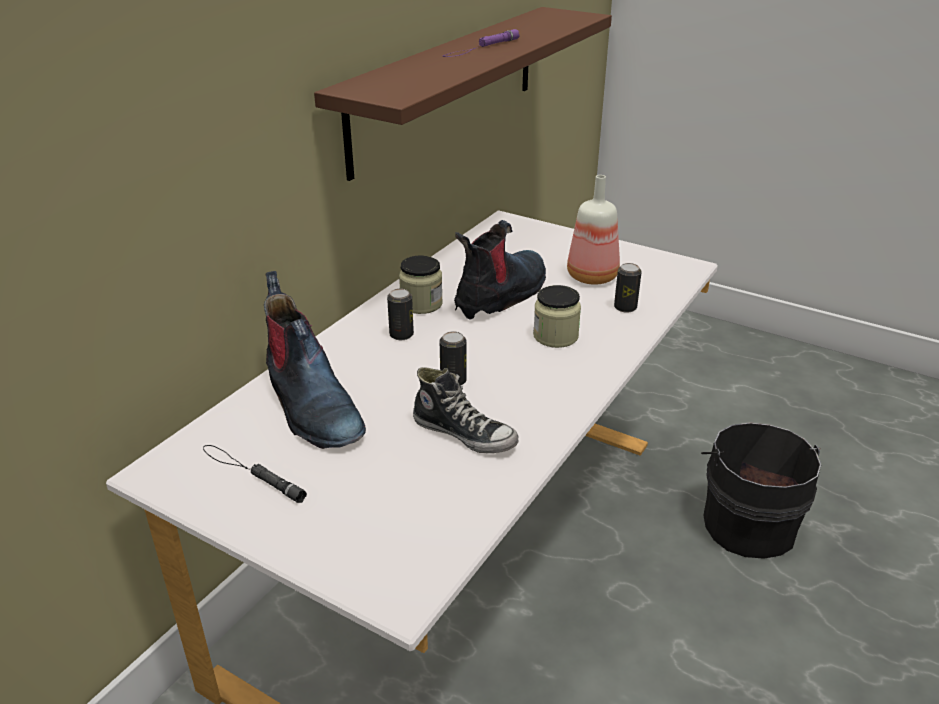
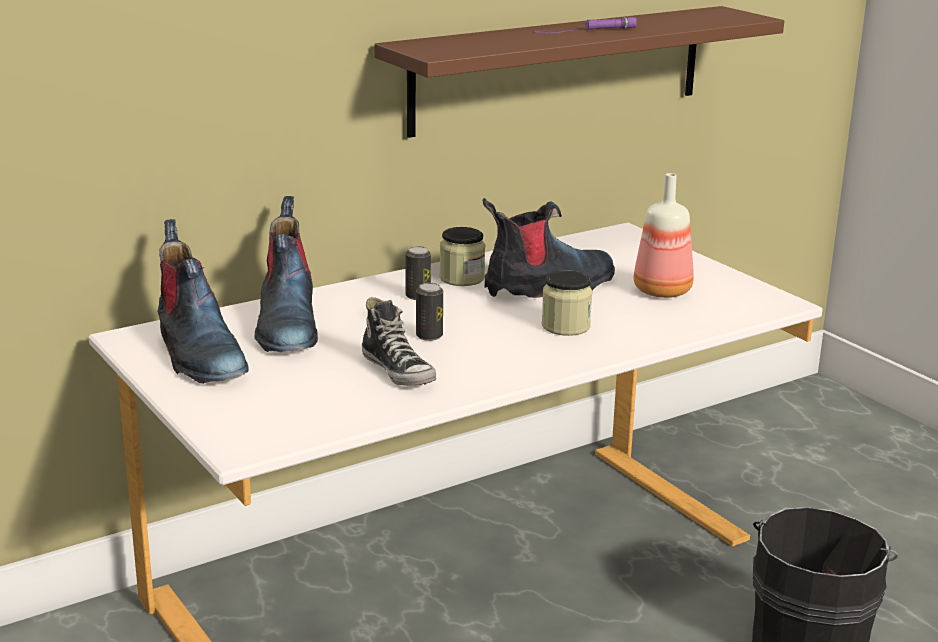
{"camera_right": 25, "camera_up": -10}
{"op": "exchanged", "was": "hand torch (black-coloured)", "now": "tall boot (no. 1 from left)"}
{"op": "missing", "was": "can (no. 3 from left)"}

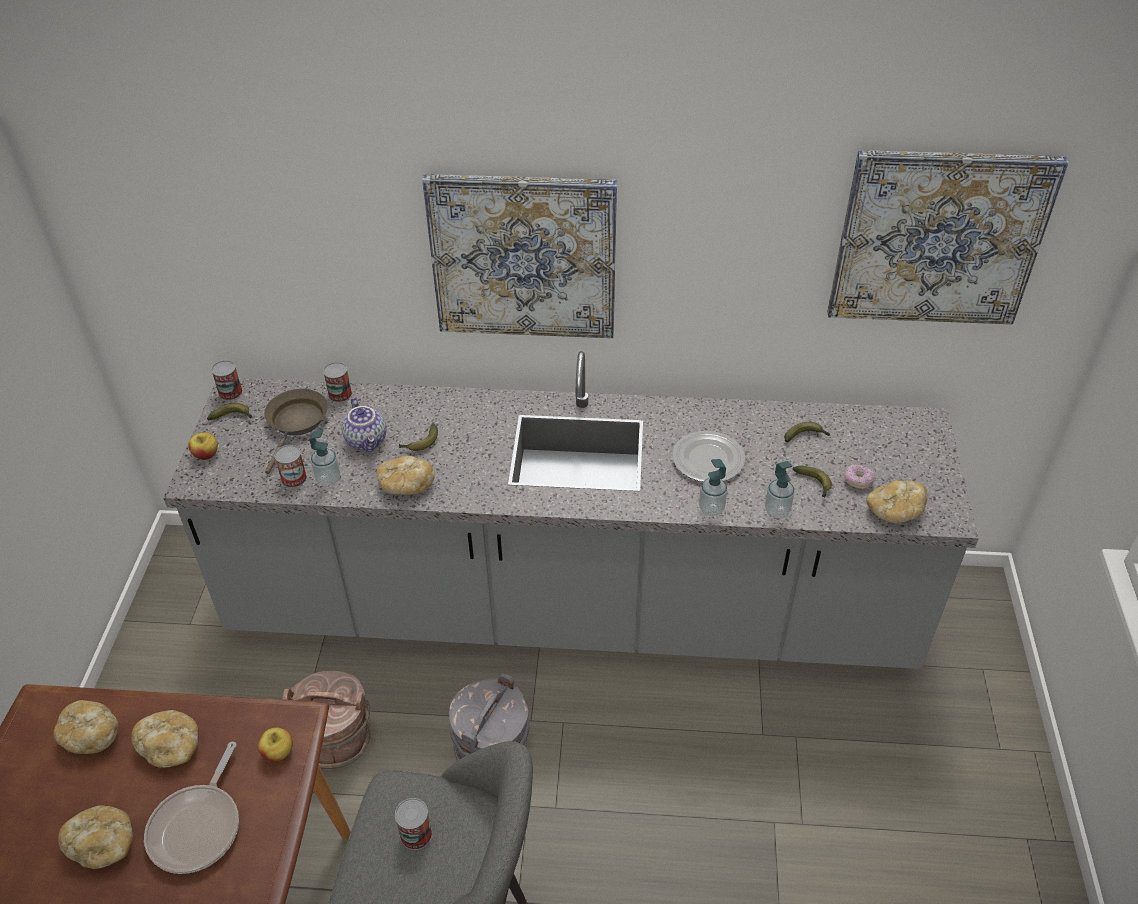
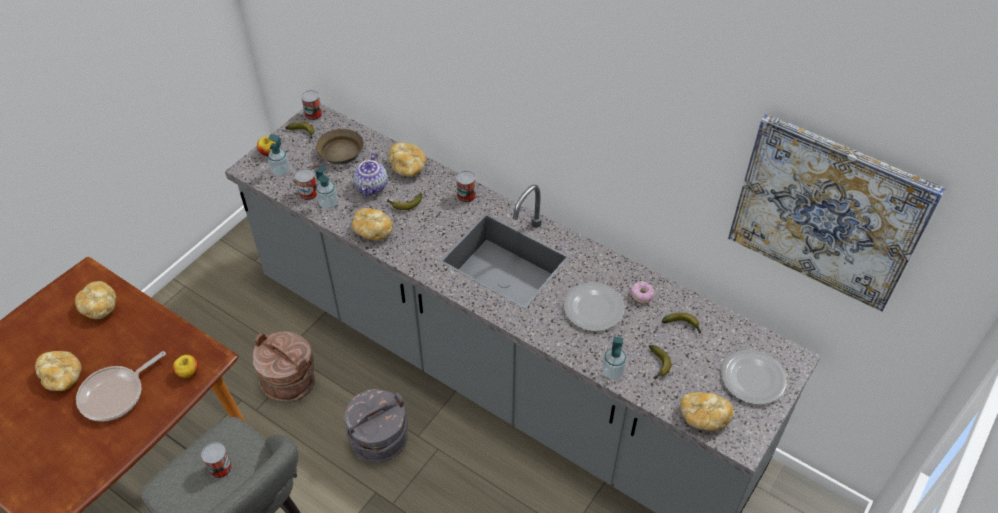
{"camera_right": 30, "camera_up": 5}
{"op": "relocated", "was": "bakery bread (no. 3 from left in the first image)", "now": "bakery bread (no. 4 from left)"}
{"op": "relocated", "was": "can (no. 3 from left in the first image)", "now": "can (no. 4 from left)"}
{"op": "missing", "was": "picture (no. 1 from left)"}
{"op": "relocated", "was": "liquid soap bottle (no. 2 from left in the first image)", "now": "liquid soap bottle (no. 1 from left)"}
{"op": "relocated", "was": "ring doughnut"}
{"op": "appeared", "now": "flat dish (no. 2 from left)"}

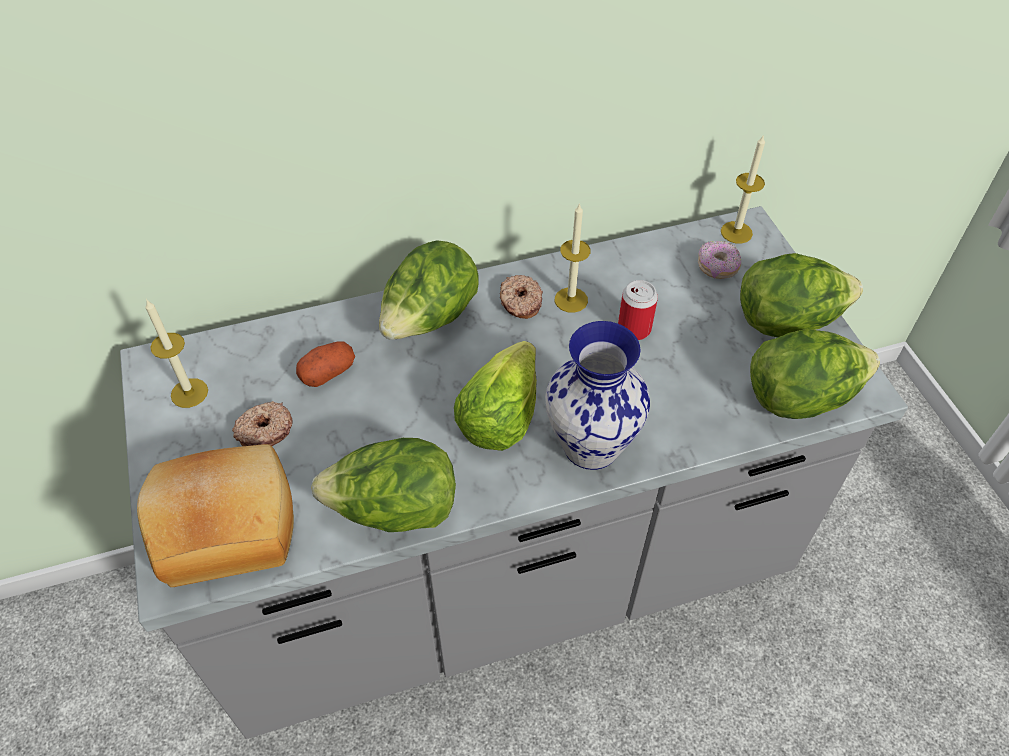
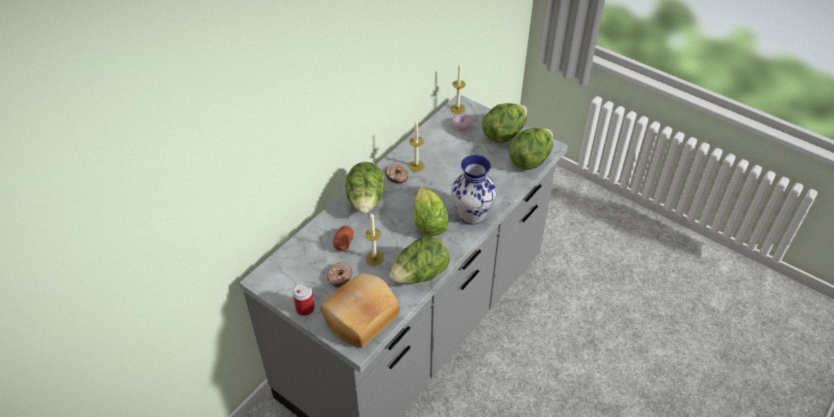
{"camera_right": -35, "camera_up": -5}
{"op": "relocated", "was": "candle (no. 1 from left)"}
{"op": "relocated", "was": "can"}

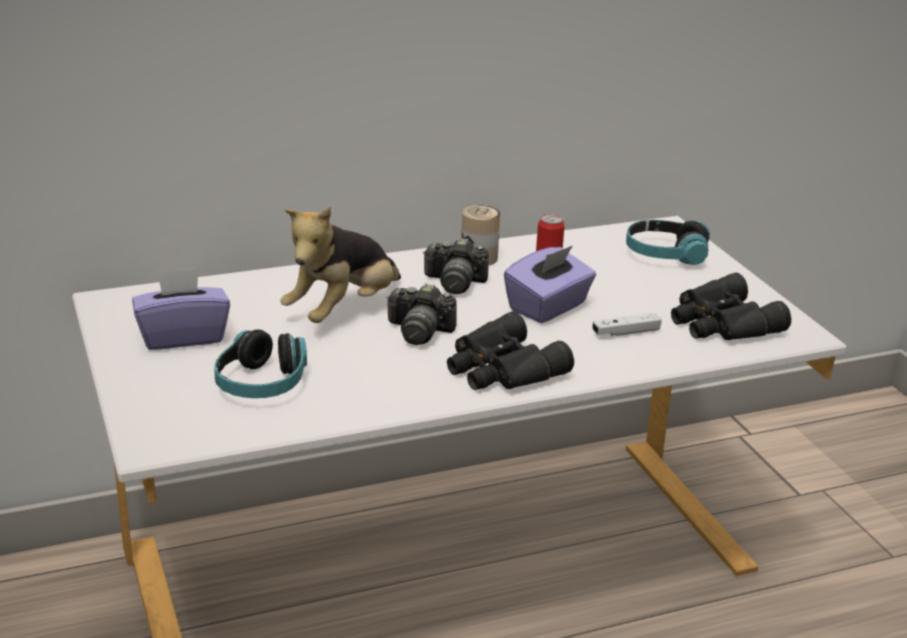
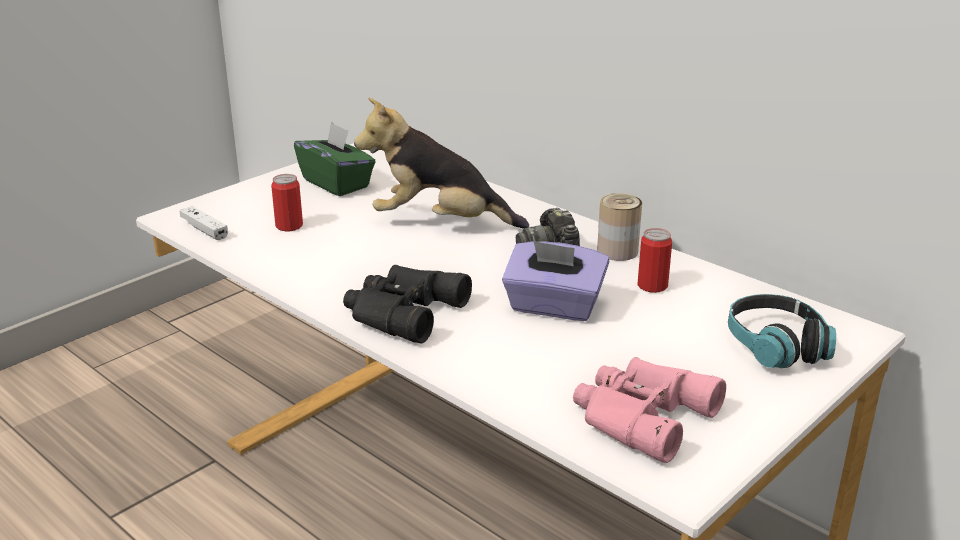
{"camera_right": 65, "camera_up": 0}
{"op": "colour", "was": "tissue holder (purplish) (no. 1 from left)", "now": "tissue holder (green-coloured)"}
{"op": "exchanged", "was": "pair of headphones (no. 1 from left)", "now": "can (no. 1 from left)"}
{"op": "missing", "was": "photo camera (no. 1 from left)"}
{"op": "relocated", "was": "game controller (white-coloured)"}
{"op": "colour", "was": "field glasses (black-coloured) (no. 2 from left)", "now": "field glasses (pink)"}

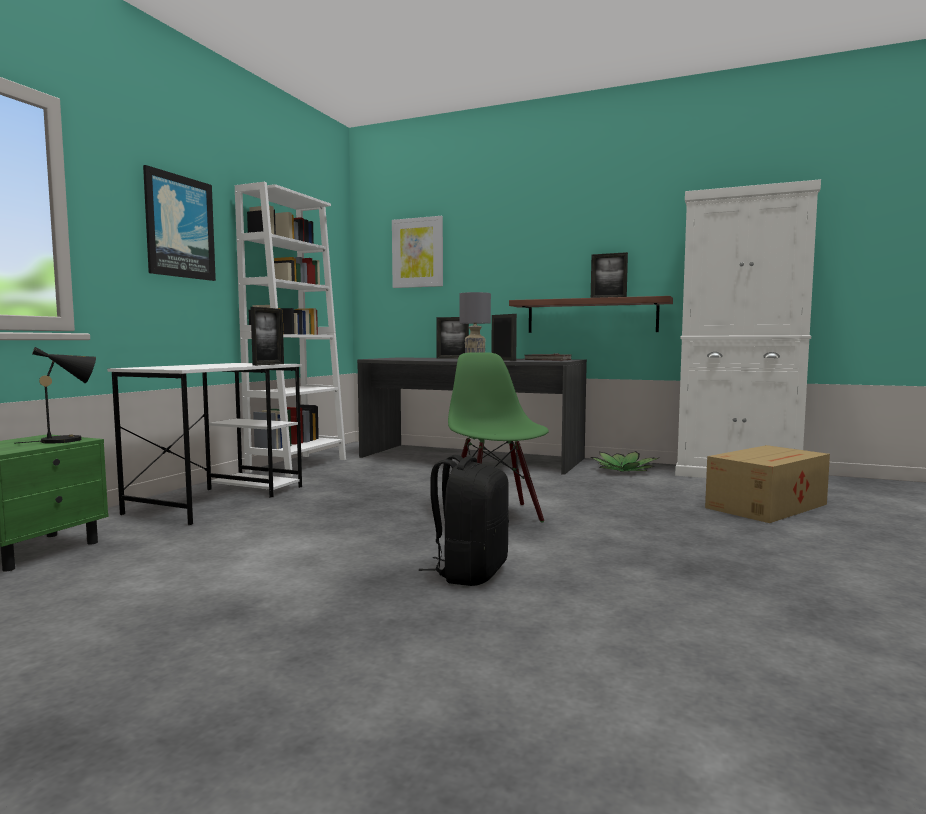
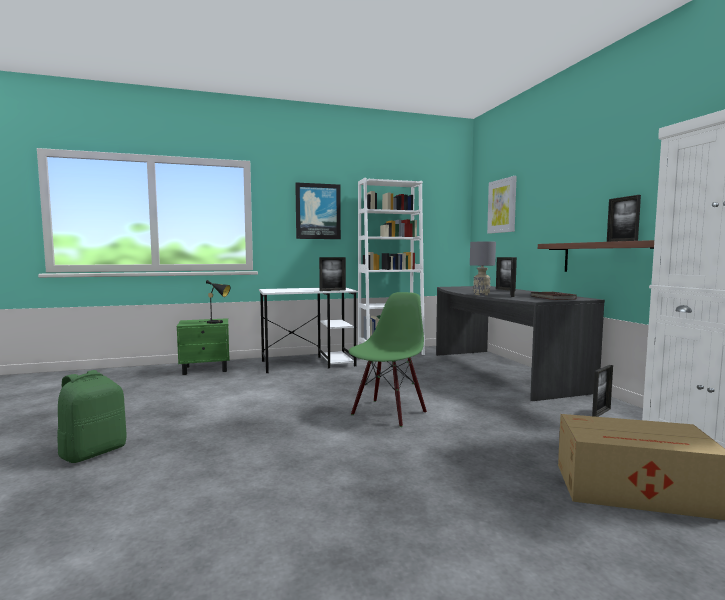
{"camera_right": 50, "camera_up": 0}
{"op": "missing", "was": "backpack (black-coloured)"}
{"op": "exchanged", "was": "houseplant", "now": "standing frame (no. 4 from left)"}
{"op": "appeared", "now": "backpack (green-coloured)"}

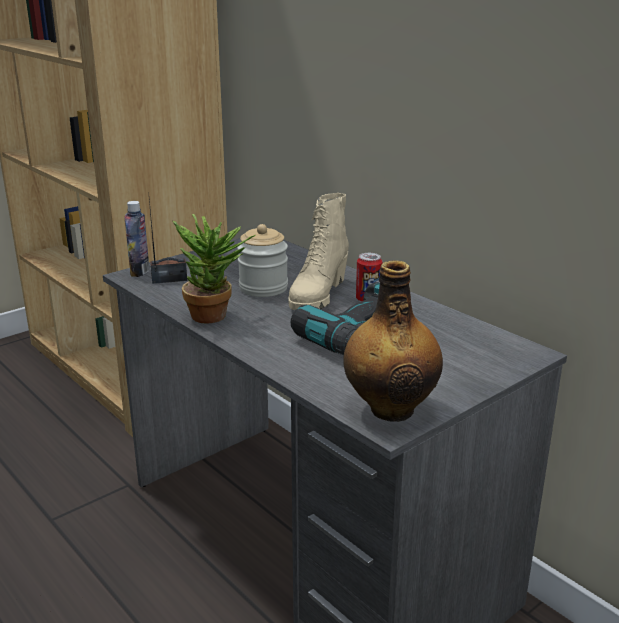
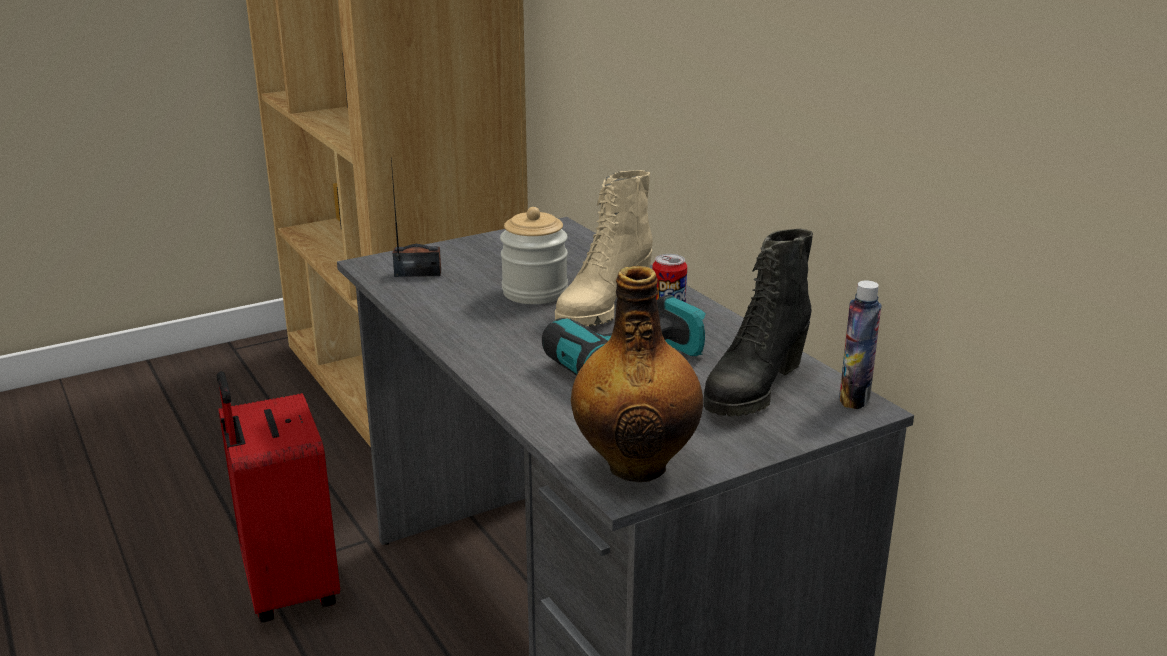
{"camera_right": 10, "camera_up": 0}
{"op": "relocated", "was": "drink bottle (no. 1 from left in the first image)", "now": "drink bottle (no. 2 from left)"}
{"op": "missing", "was": "houseplant"}
{"op": "appeared", "now": "travel case (reddish)"}
{"op": "appeared", "now": "tall boot (black-coloured)"}

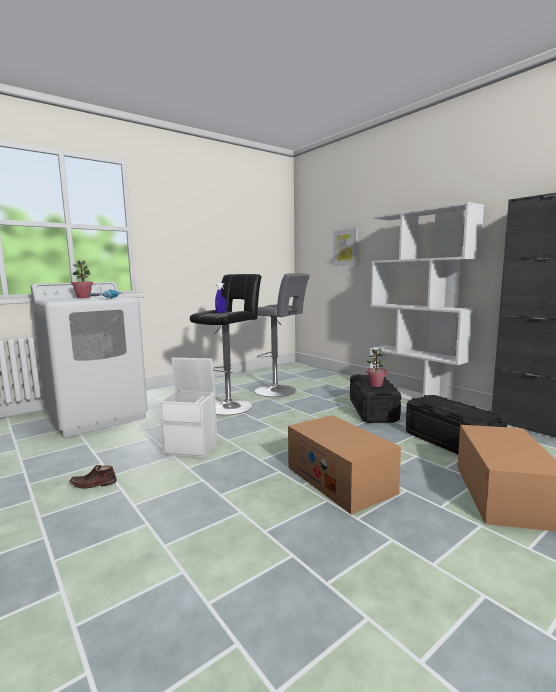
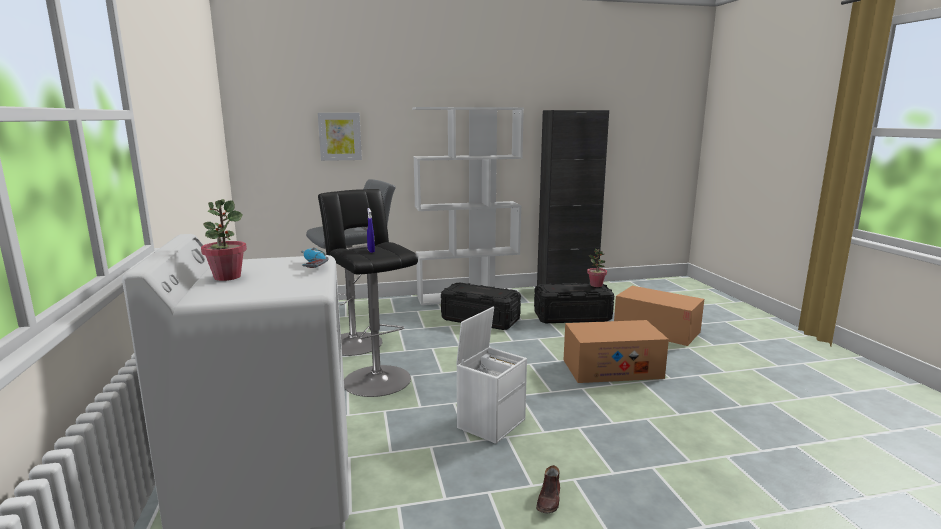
{"camera_right": -65, "camera_up": 5}
{"op": "relocated", "was": "houseplant (no. 2 from left)"}

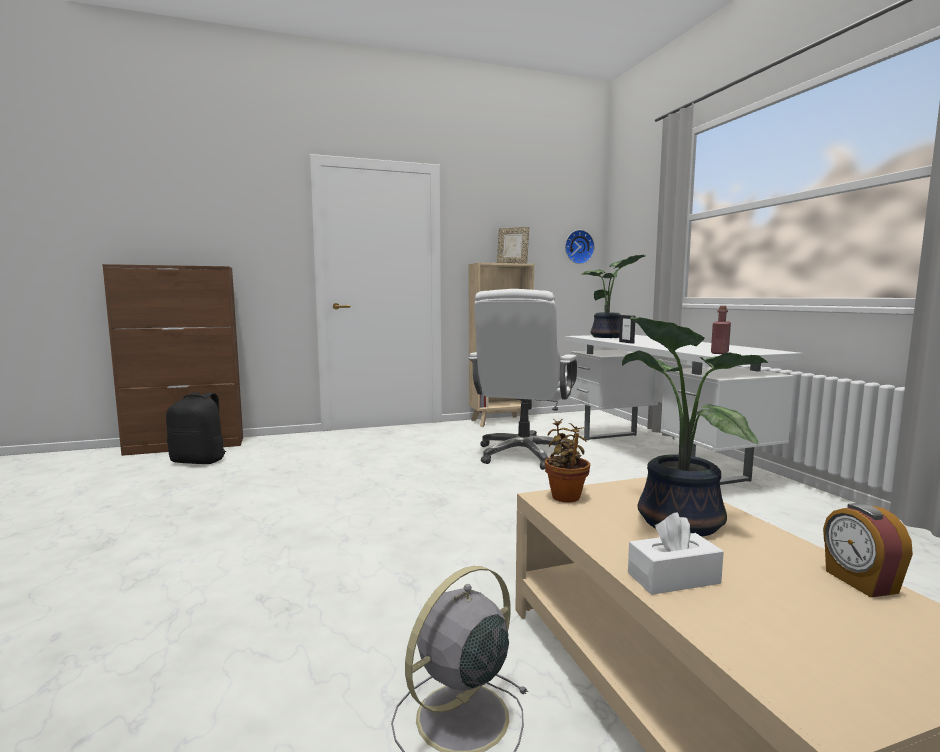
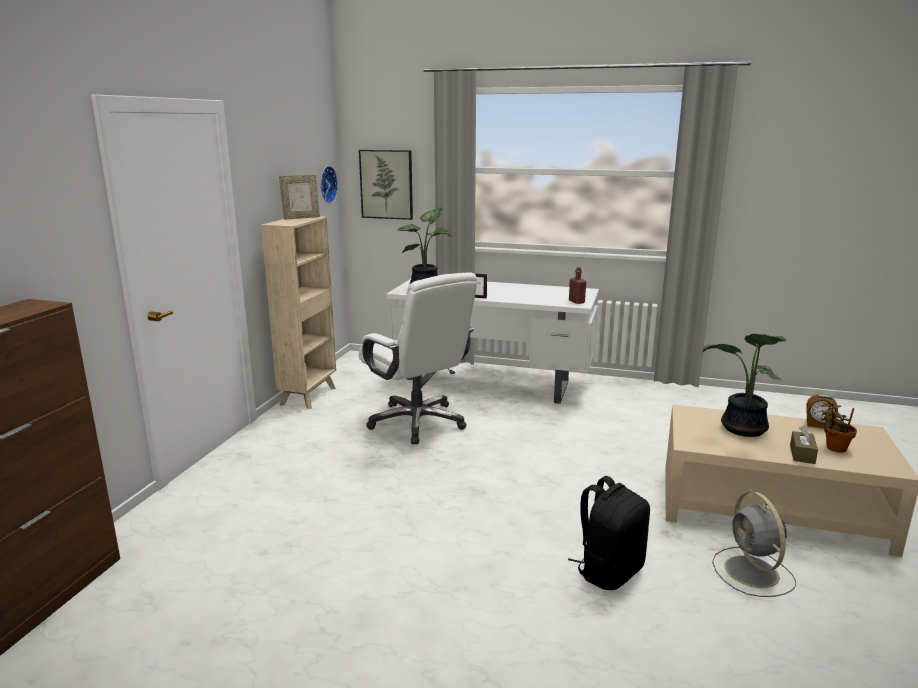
{"camera_right": -55, "camera_up": 10}
{"op": "relocated", "was": "backpack (black-coloured)"}
{"op": "relocated", "was": "houseplant (no. 1 from left in the first image)", "now": "houseplant (no. 3 from left)"}
{"op": "colour", "was": "tissue holder (white-coloured)", "now": "tissue holder (brown-coloured)"}
{"op": "appeared", "now": "picture"}

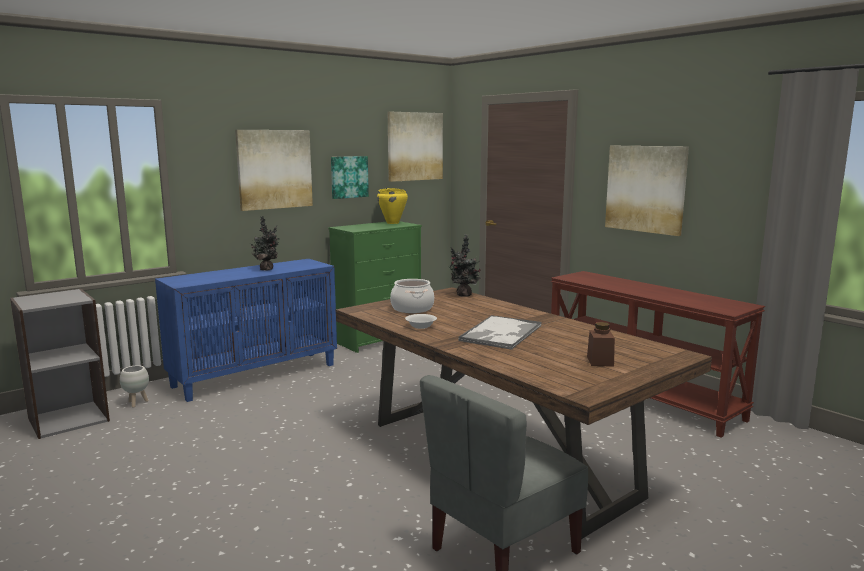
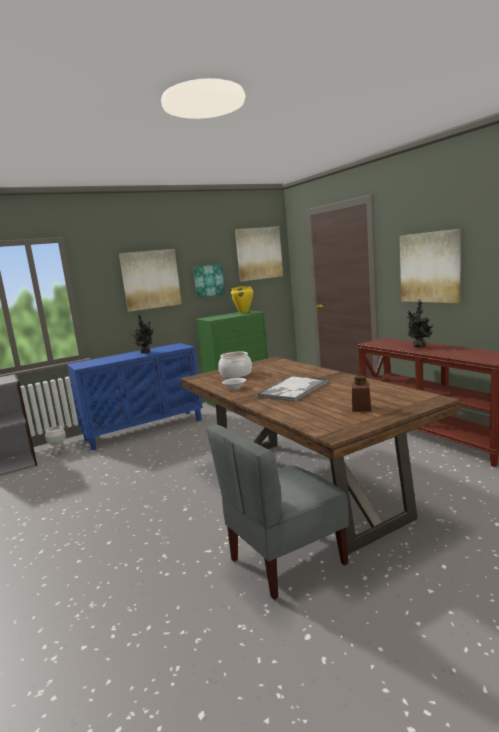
{"camera_right": 10, "camera_up": 0}
{"op": "relocated", "was": "houseplant (no. 2 from left)"}

